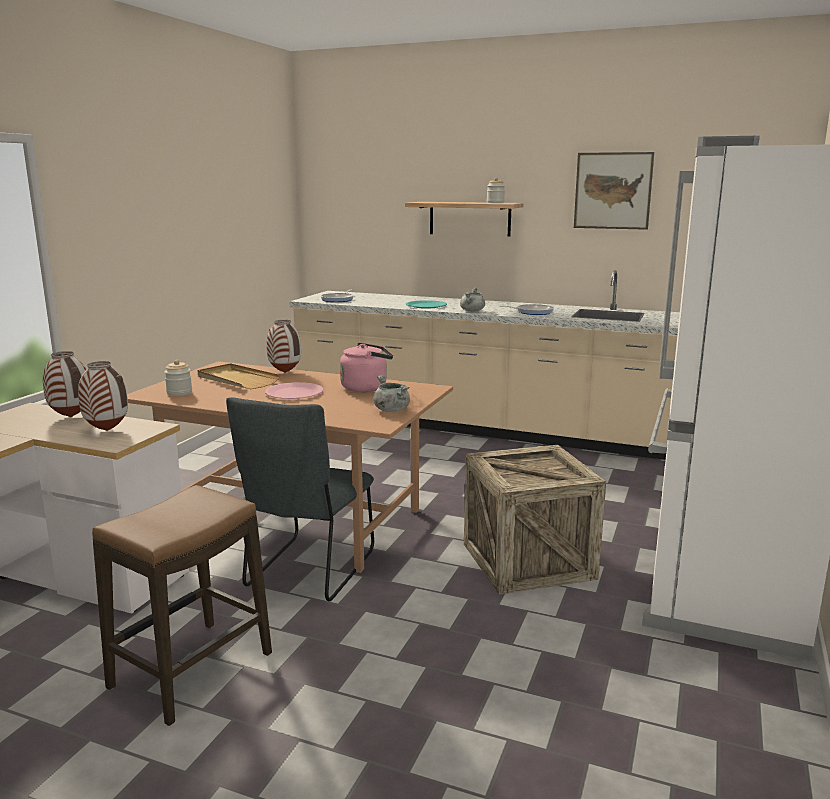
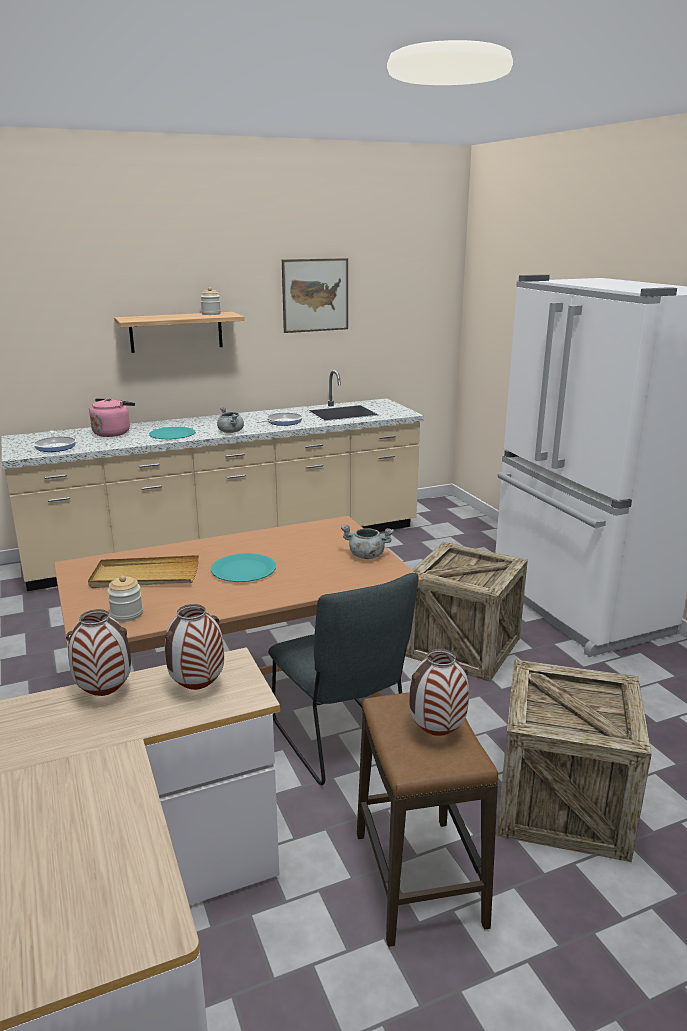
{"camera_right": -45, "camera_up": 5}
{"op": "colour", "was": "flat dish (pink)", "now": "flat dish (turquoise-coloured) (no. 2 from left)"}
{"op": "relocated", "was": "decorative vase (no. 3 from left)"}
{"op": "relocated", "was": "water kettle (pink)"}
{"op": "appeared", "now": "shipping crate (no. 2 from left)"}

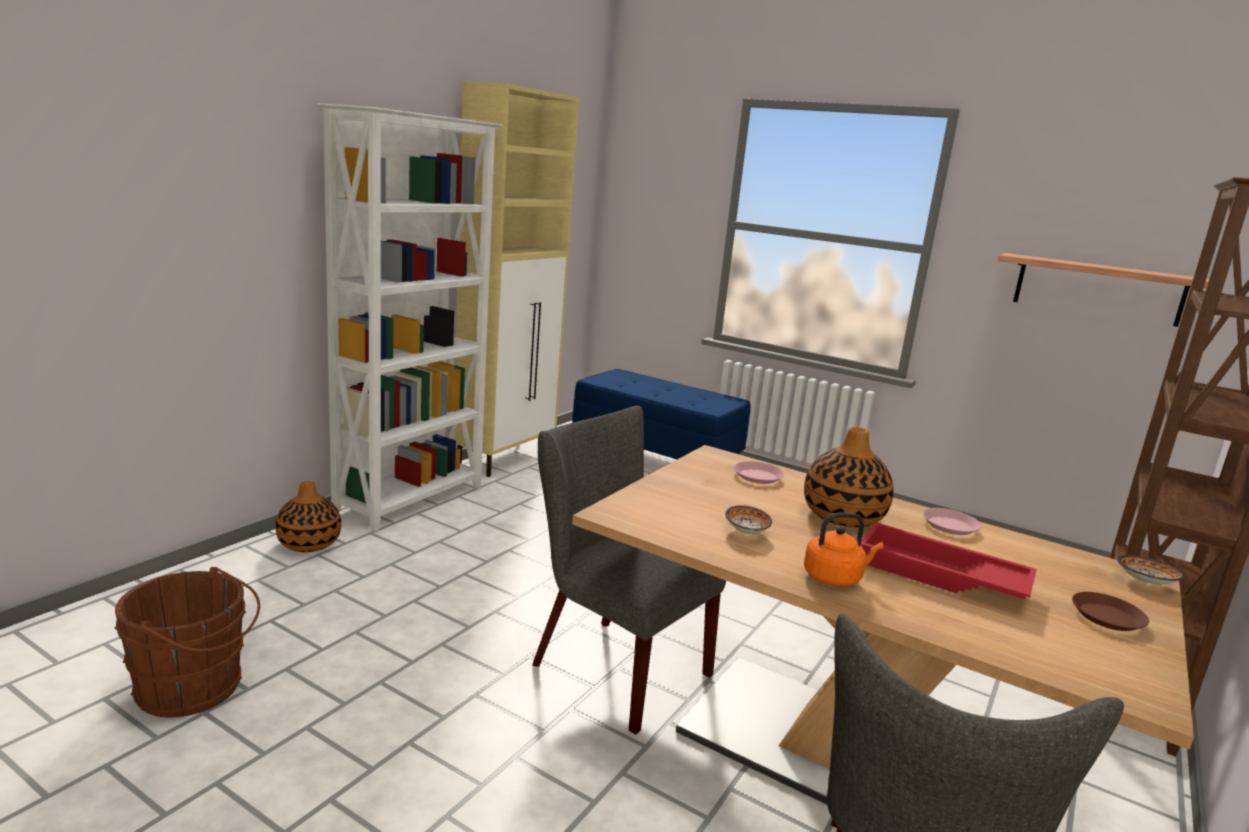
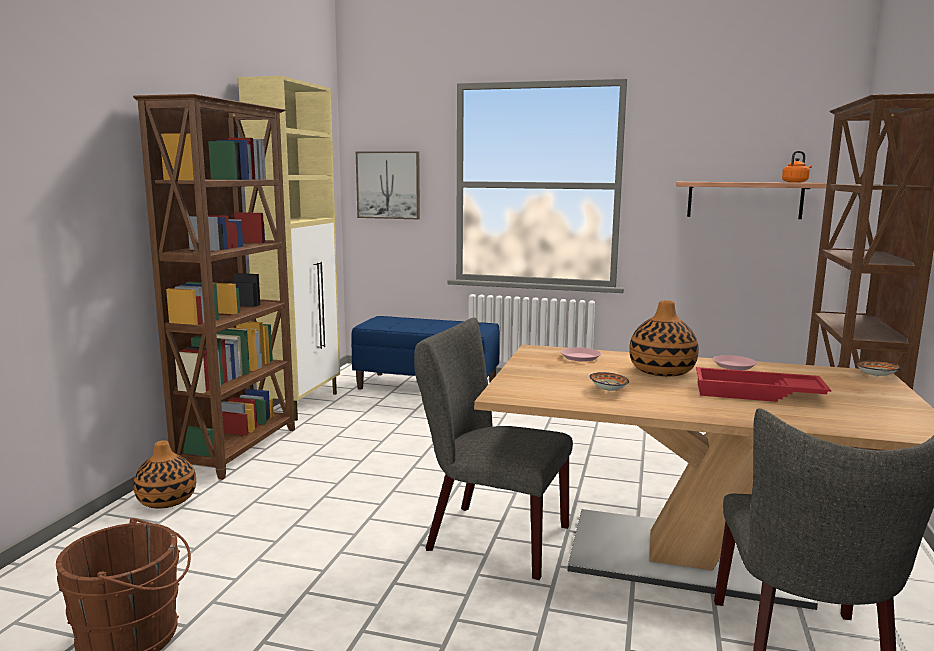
{"camera_right": -15, "camera_up": -5}
{"op": "colour", "was": "bookcase (white-coloured)", "now": "bookcase (brown-coloured) (no. 1 from left)"}
{"op": "relocated", "was": "water kettle (orangey)"}
{"op": "missing", "was": "flat dish (brown-coloured)"}
{"op": "appeared", "now": "picture"}

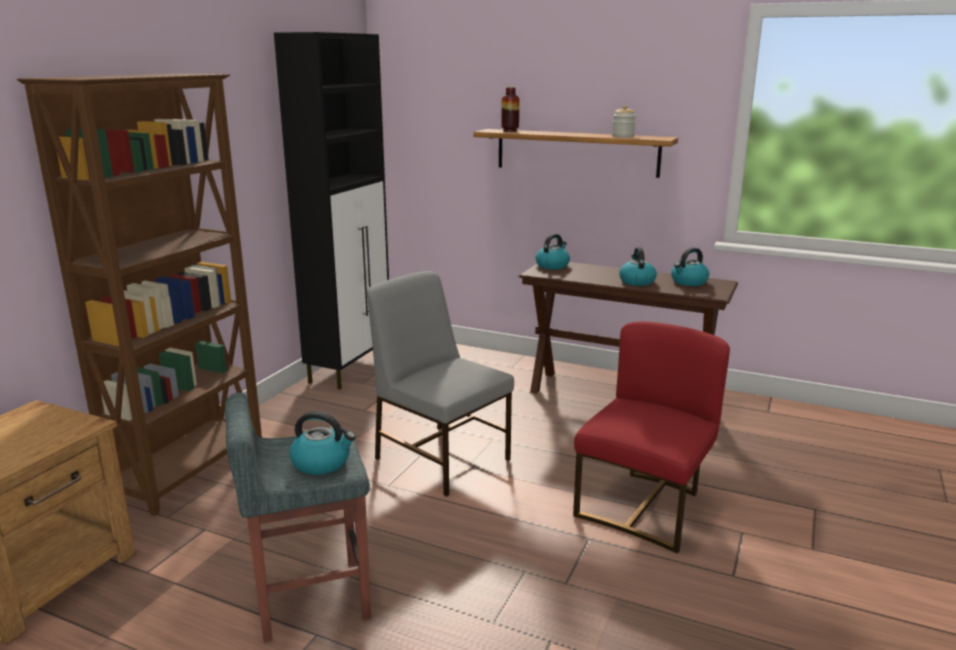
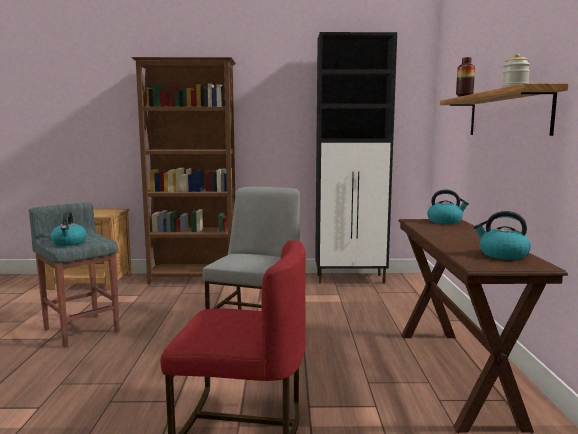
{"camera_right": 65, "camera_up": -10}
{"op": "missing", "was": "water kettle (no. 3 from left)"}

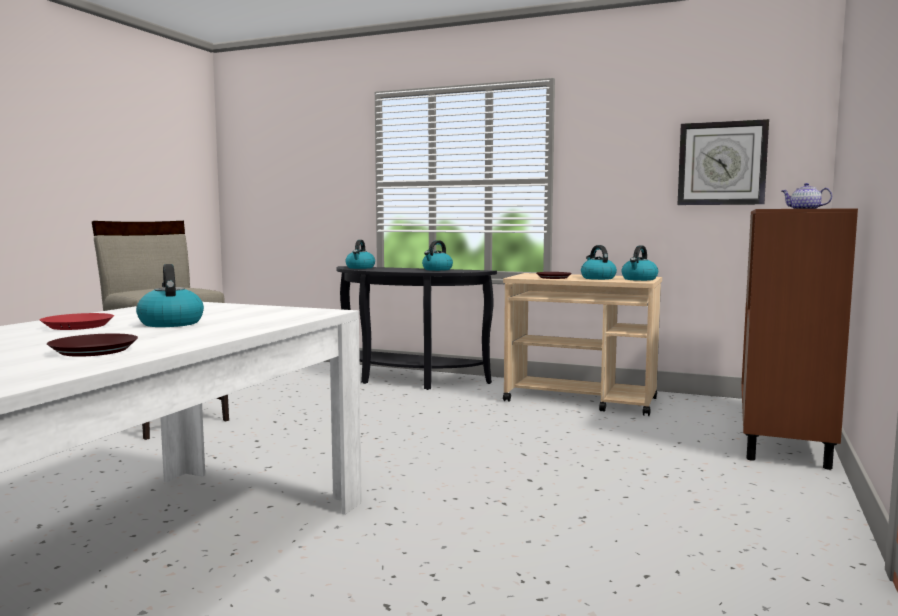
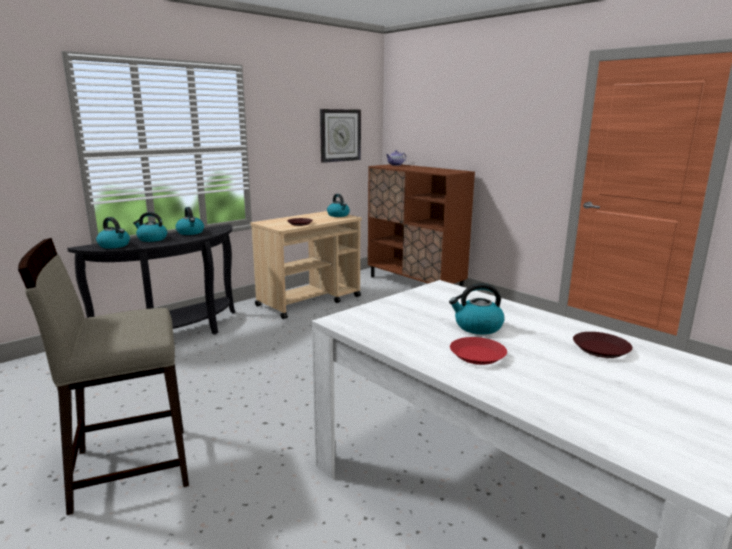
{"camera_right": -65, "camera_up": 10}
{"op": "relocated", "was": "water kettle (no. 4 from left in the first image)", "now": "water kettle (no. 2 from left)"}

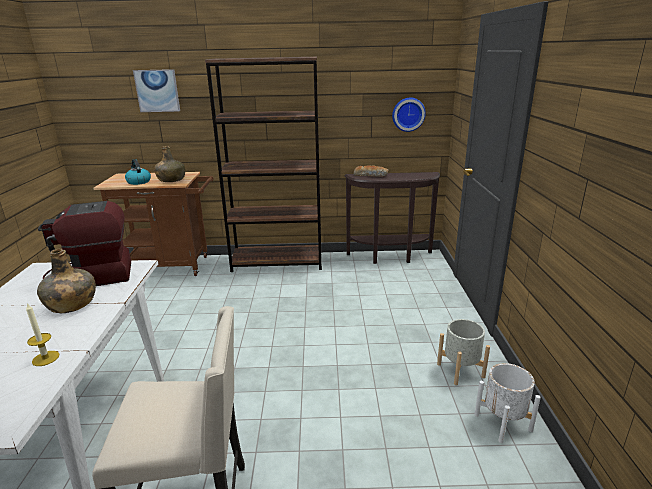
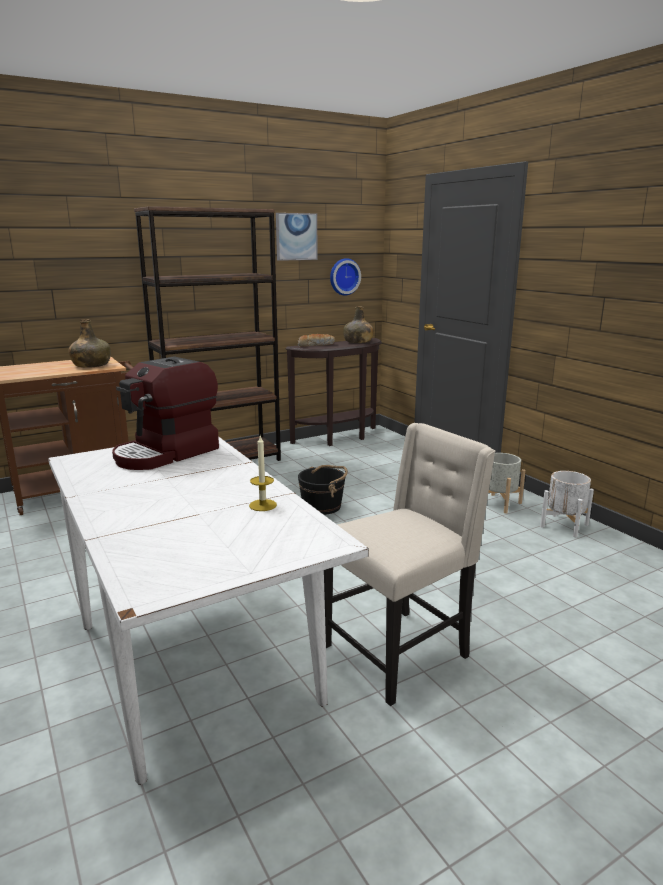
{"camera_right": -30, "camera_up": -5}
{"op": "relocated", "was": "drink bottle (green-coloured) (no. 1 from left in the first image)", "now": "drink bottle (green-coloured) (no. 2 from left)"}
{"op": "missing", "was": "water kettle"}
{"op": "relocated", "was": "picture"}
{"op": "appeared", "now": "pail (black-coloured)"}

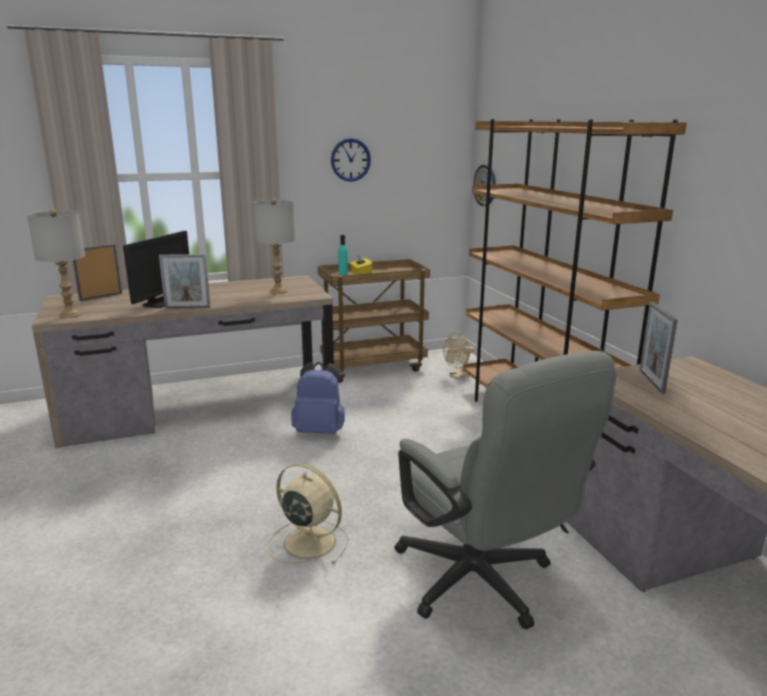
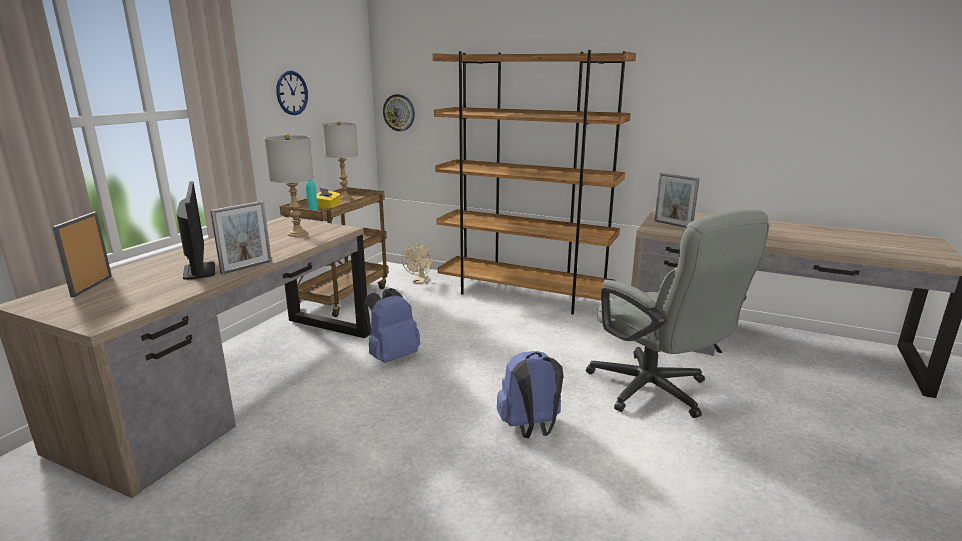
{"camera_right": -45, "camera_up": 0}
{"op": "relocated", "was": "tabletop lamp (grey) (no. 1 from left in the first image)", "now": "tabletop lamp (grey) (no. 2 from left)"}
{"op": "exchanged", "was": "fan (beige) (no. 1 from left)", "now": "backpack (blue) (no. 2 from left)"}
{"op": "spun", "was": "desk chair (grey)", "clockwise": 45}

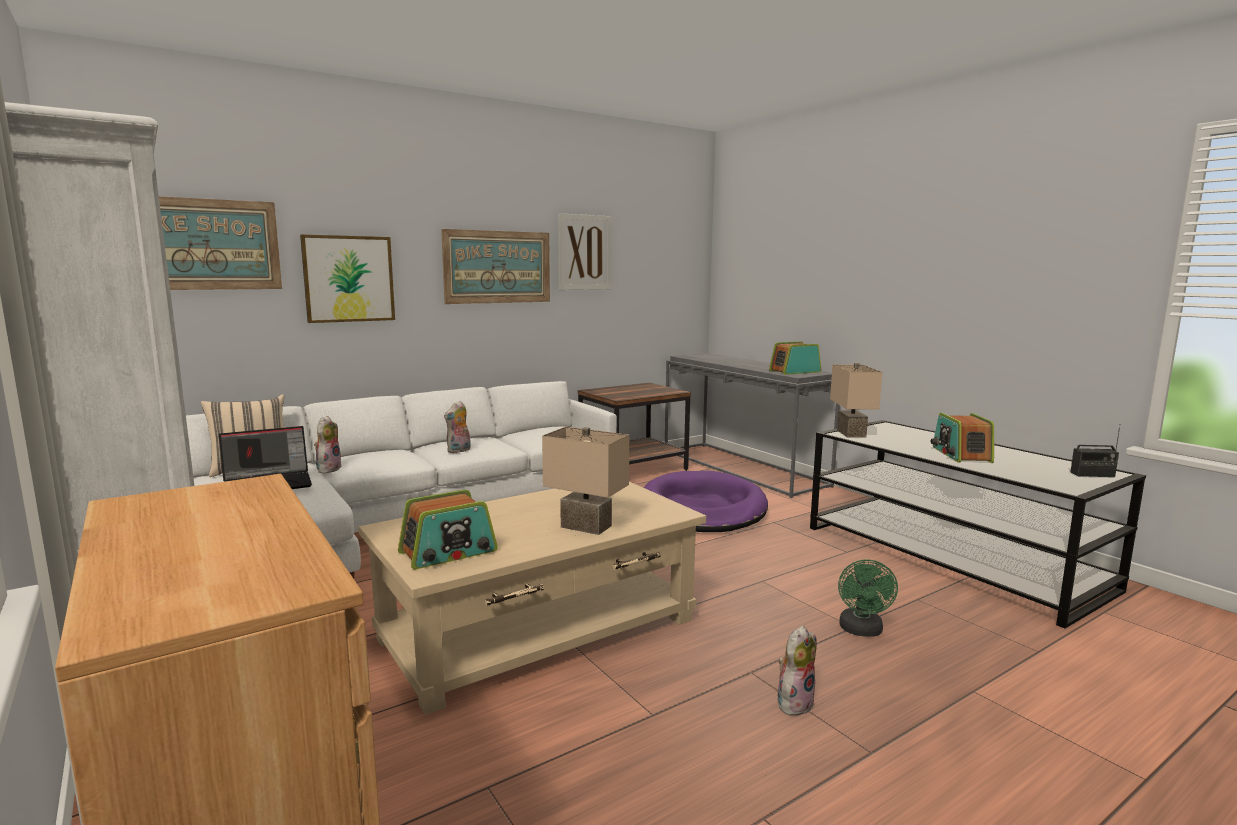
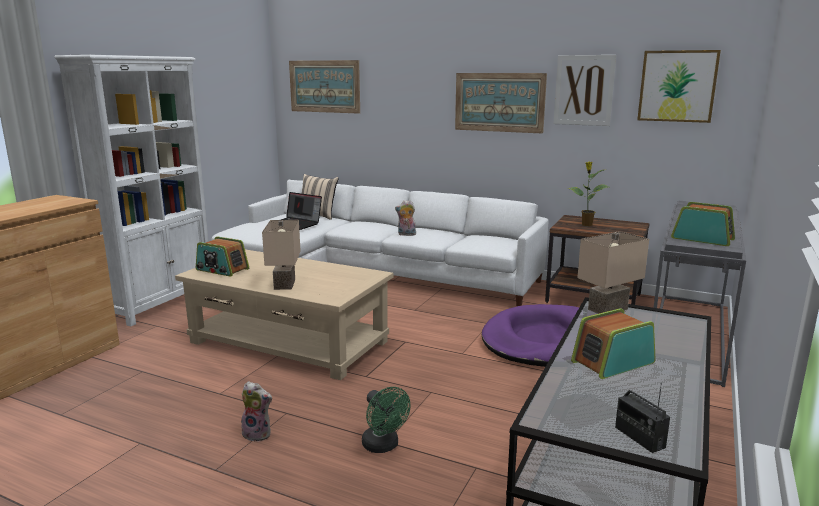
{"camera_right": 60, "camera_up": 5}
{"op": "relocated", "was": "picture (no. 2 from left in the first image)", "now": "picture (no. 4 from left)"}
{"op": "missing", "was": "soft toy (no. 1 from left)"}
{"op": "spun", "was": "fan (green-coloured)", "clockwise": -105}
{"op": "appeared", "now": "houseplant"}

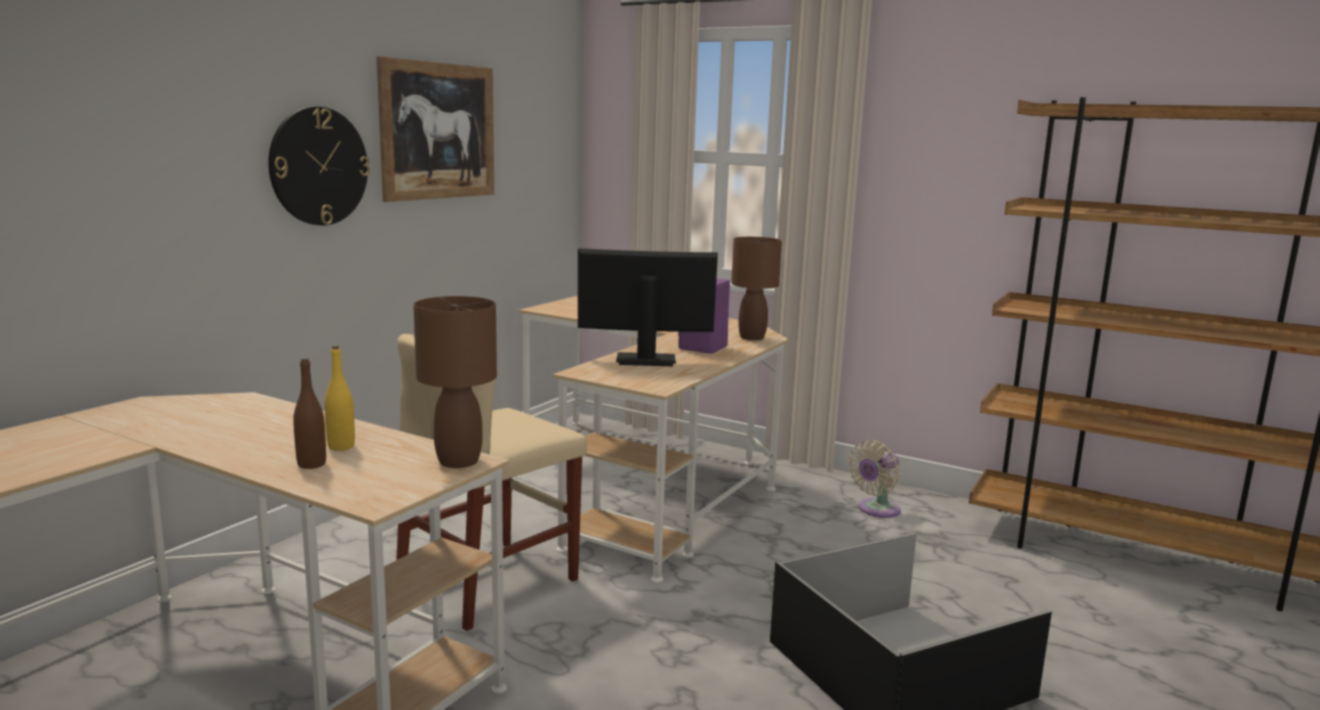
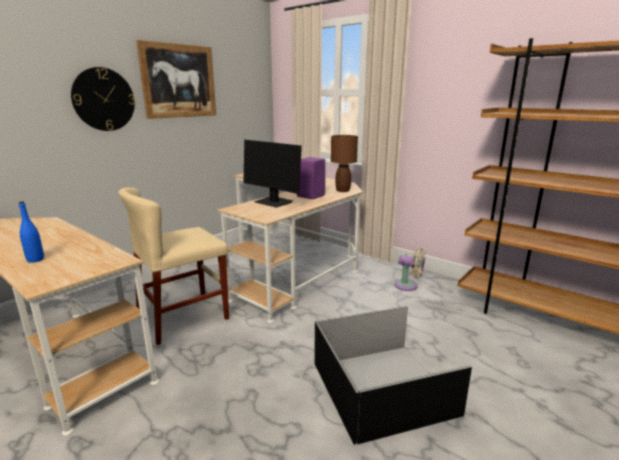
{"camera_right": 10, "camera_up": 5}
{"op": "colour", "was": "drink bottle (brown-coloured)", "now": "drink bottle (blue)"}
{"op": "missing", "was": "drink bottle (yellow-coloured)"}
{"op": "missing", "was": "tabletop lamp (brown-coloured) (no. 1 from left)"}
{"op": "spun", "was": "monitor", "clockwise": -150}
{"op": "spun", "was": "fan (beige)", "clockwise": -120}

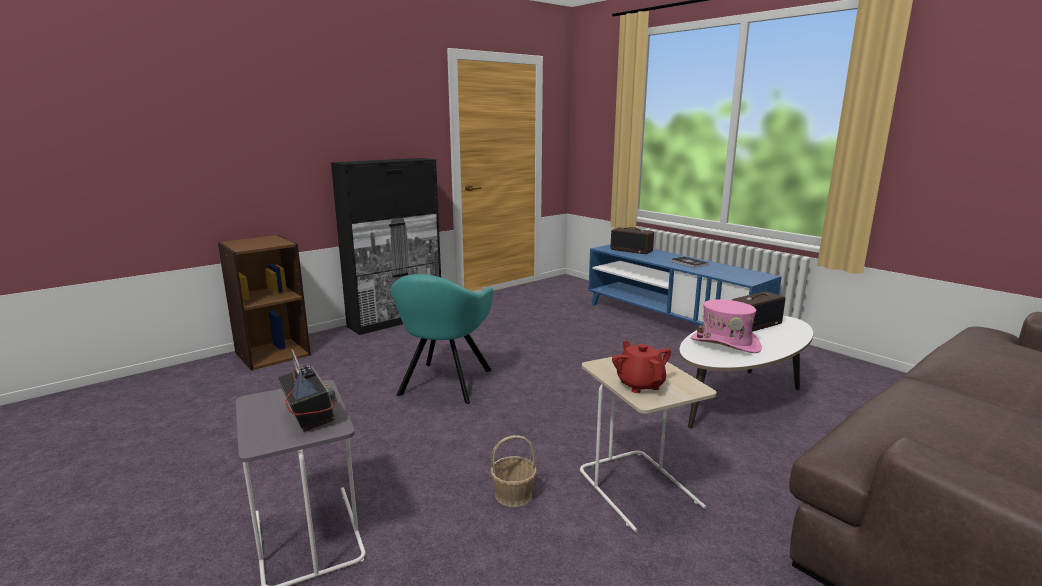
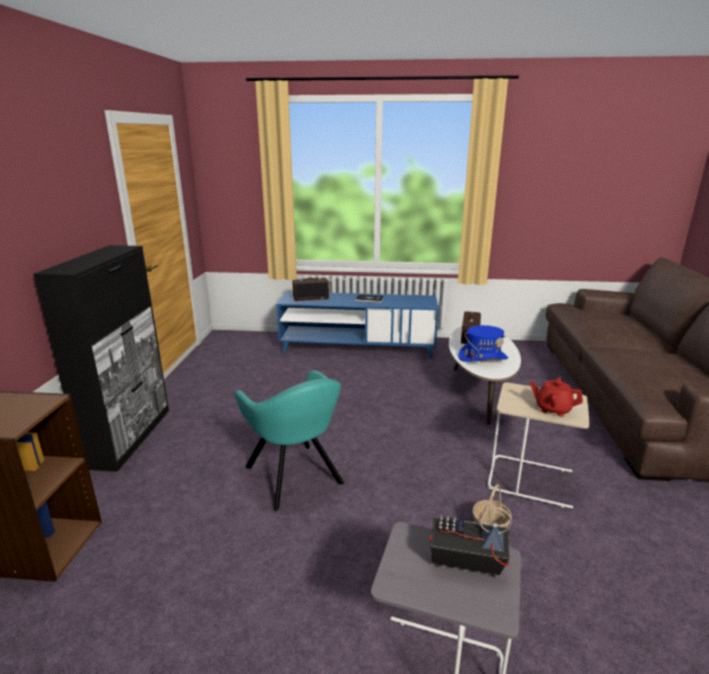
{"camera_right": -45, "camera_up": 5}
{"op": "colour", "was": "wearable hat (pink)", "now": "wearable hat (blue)"}

